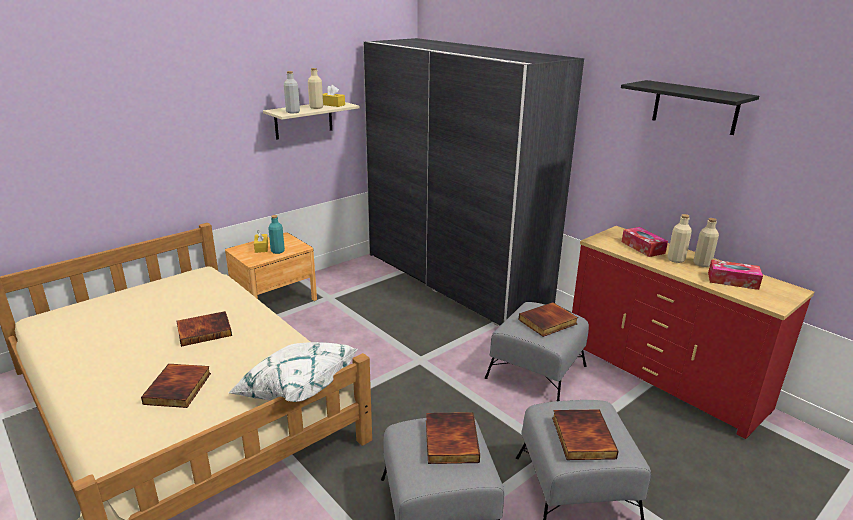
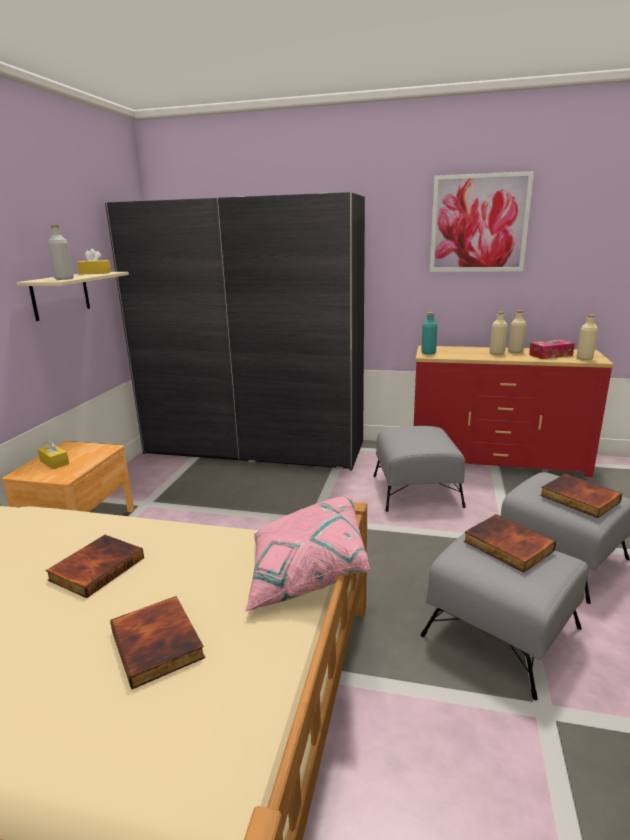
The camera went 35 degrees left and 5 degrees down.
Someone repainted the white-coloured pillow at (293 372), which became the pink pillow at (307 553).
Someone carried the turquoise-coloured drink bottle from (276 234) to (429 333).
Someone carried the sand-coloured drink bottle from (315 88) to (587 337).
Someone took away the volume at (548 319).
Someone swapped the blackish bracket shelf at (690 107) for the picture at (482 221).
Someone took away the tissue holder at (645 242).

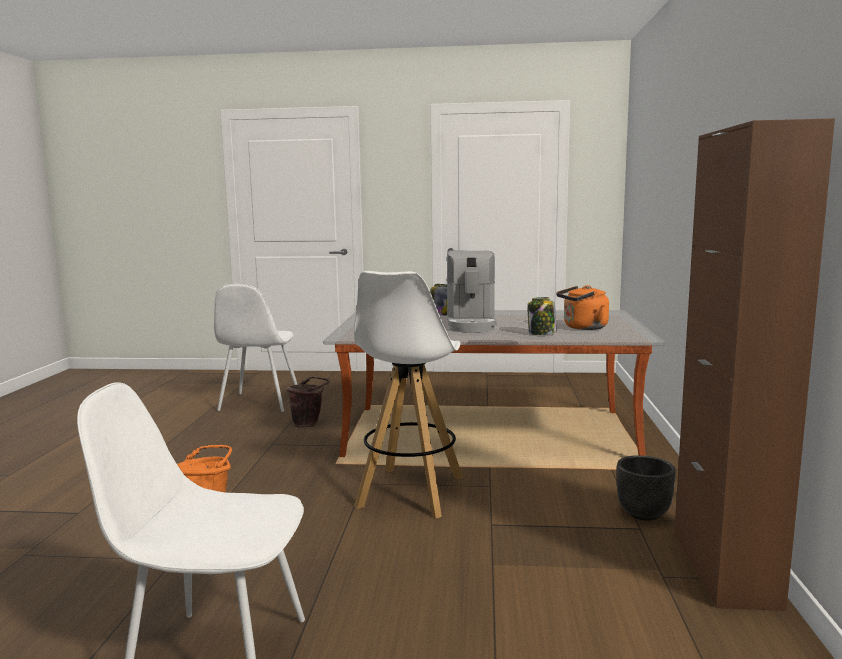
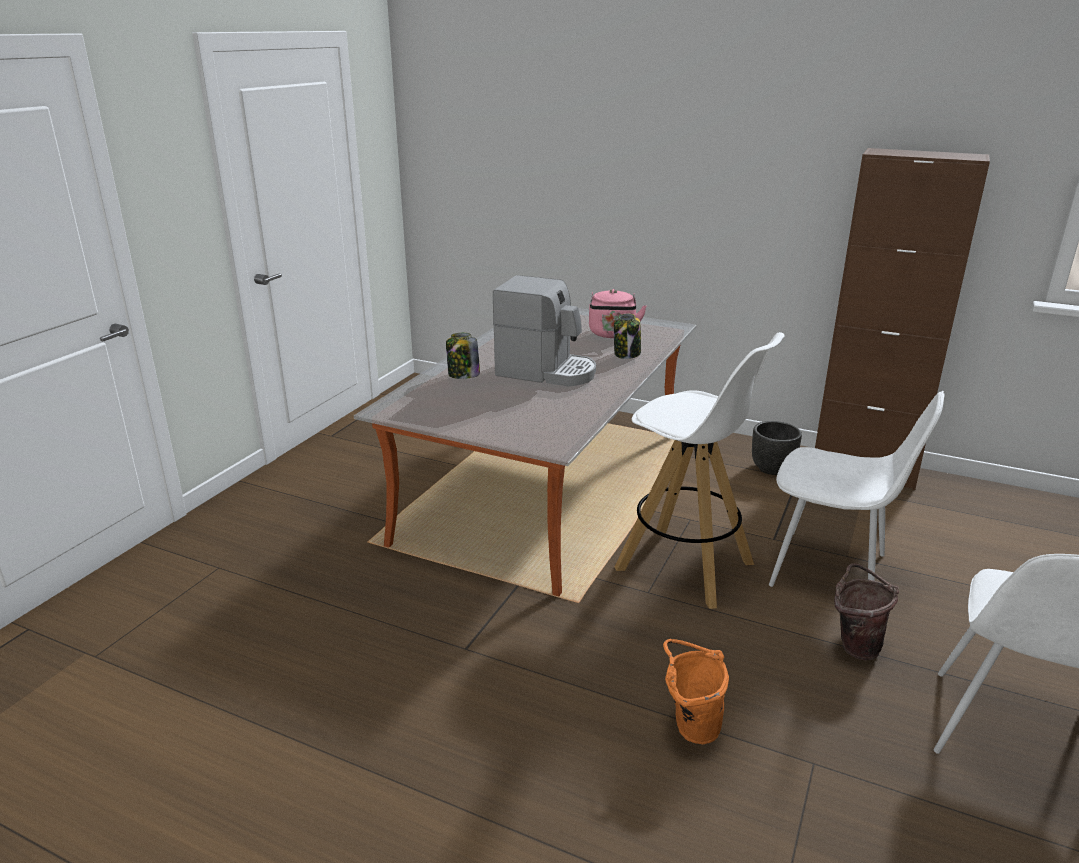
The camera went 70 degrees left and 15 degrees up.
Someone carried the white-coloured plain chair from (256 348) to (857 489).
Someone carried the brown-coloured bucket from (308 402) to (866 612).
Someone repainted the orangey water kettle at (582 307), which became the pink water kettle at (618 313).

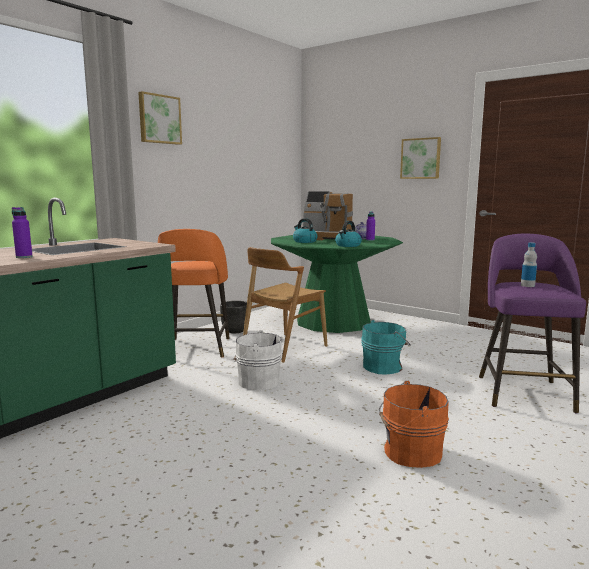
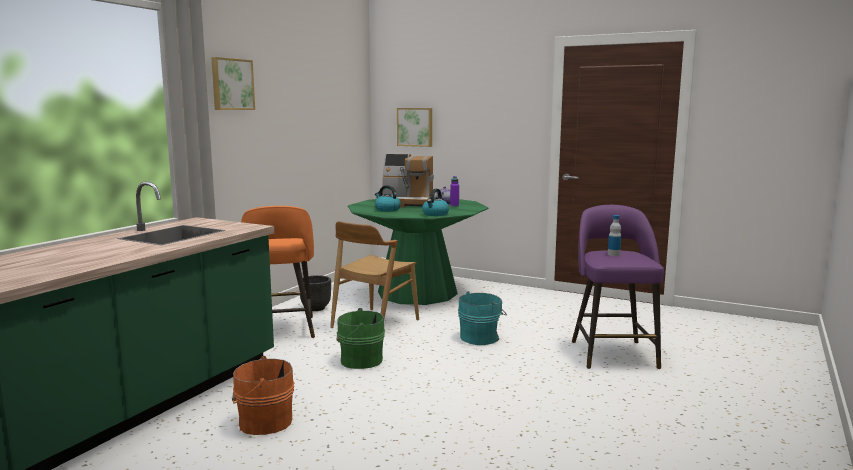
The camera went 10 degrees left and 0 degrees up.
Someone took away the purple drink bottle at (22 232).
Someone repainted the white-coloured bucket at (257 360), which became the greenish bucket at (361 338).
Someone carried the orangey bucket from (414 424) to (263 395).
Someone carried the picture from (420 158) to (414 127).

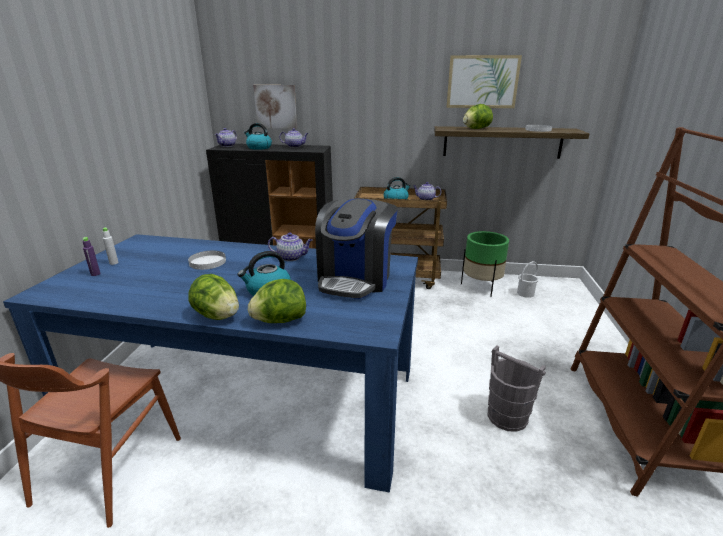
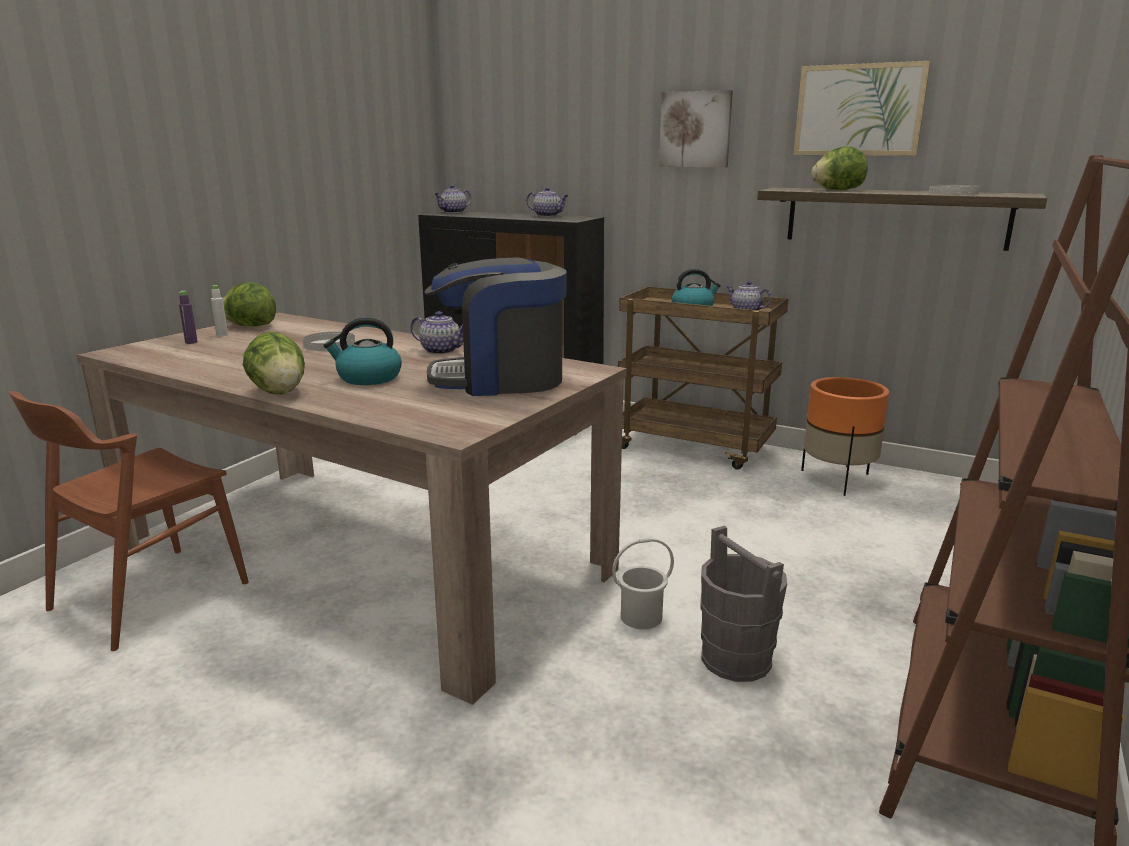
The camera went 20 degrees right and 5 degrees down.
Someone repainted the blue dinner table at (210 363), which became the sand-coloured dinner table at (352 508).
Someone took away the water kettle at (258 136).
Someone carried the lettuce head from (277 301) to (249 304).
Someone carried the picture from (275 107) to (696 129).
Someone rotated the coffee maker at (356 248) by 45 degrees clockwise.
Someone repainted the greenish plant pot at (485 264), which became the orangey plant pot at (845 436).
Someone carried the white-coloured bucket from (528 279) to (643 583).

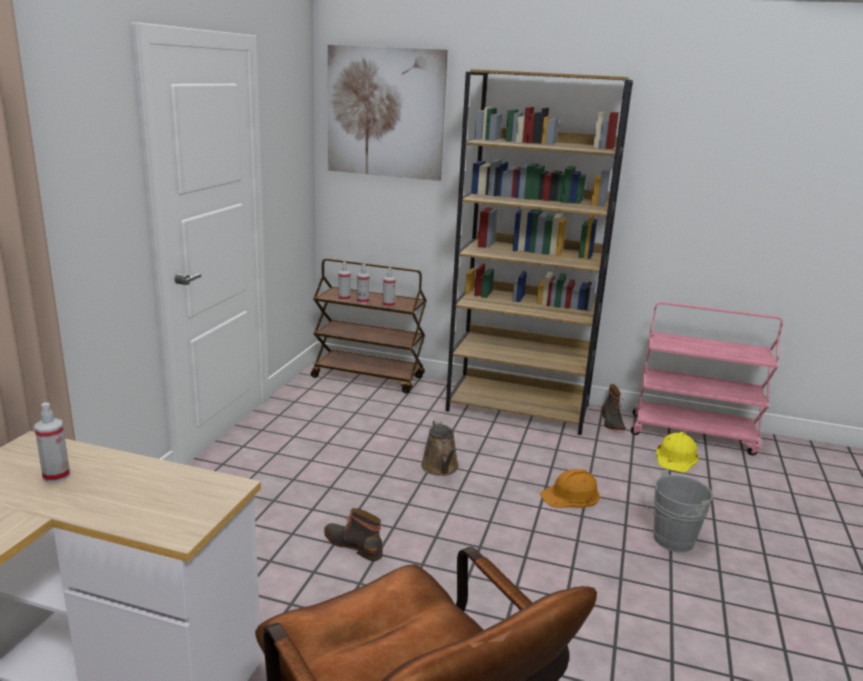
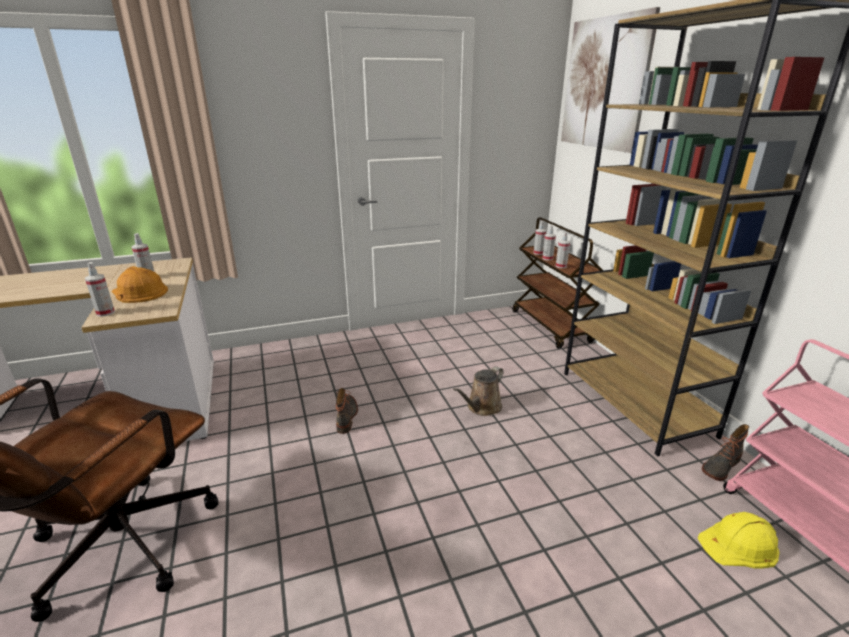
The camera went 55 degrees right and 5 degrees up.
Someone carried the orangey hard hat from (570 488) to (139 284).
Someone took away the greyish bucket at (677 511).
Someone put down the spray bottle at (100 289).

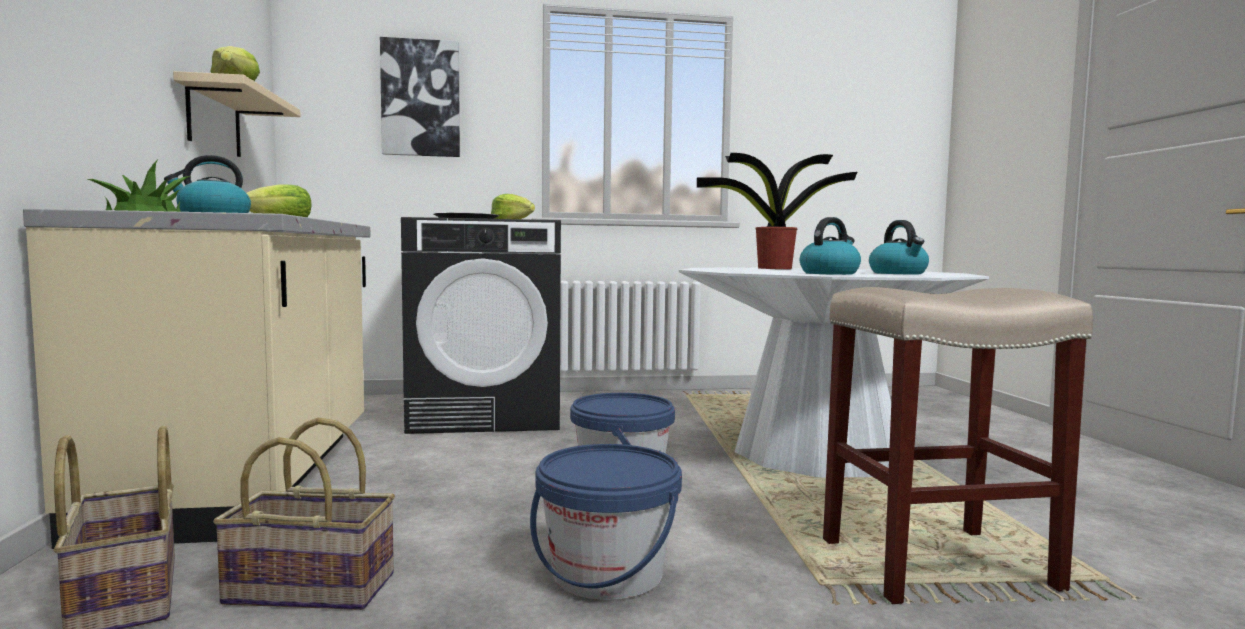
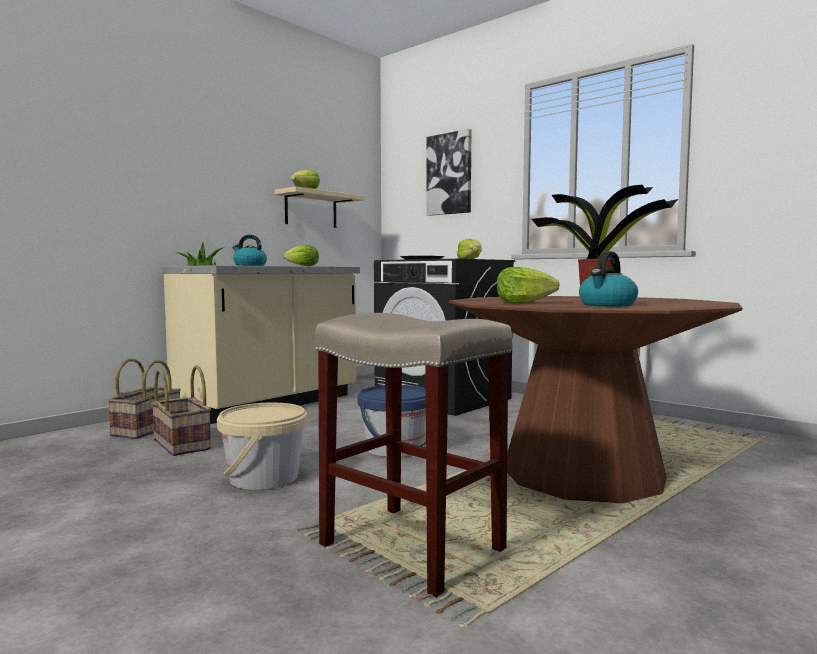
The camera went 50 degrees right and 0 degrees up.
Someone repainted the blue bucket at (606 522), which became the sand-coloured bucket at (262 446).
Someone repainted the white-coloured dinner table at (834 372), which became the brown-coloured dinner table at (595 399).
Someone swapped the water kettle at (830 246) for the lettuce head at (528 285).

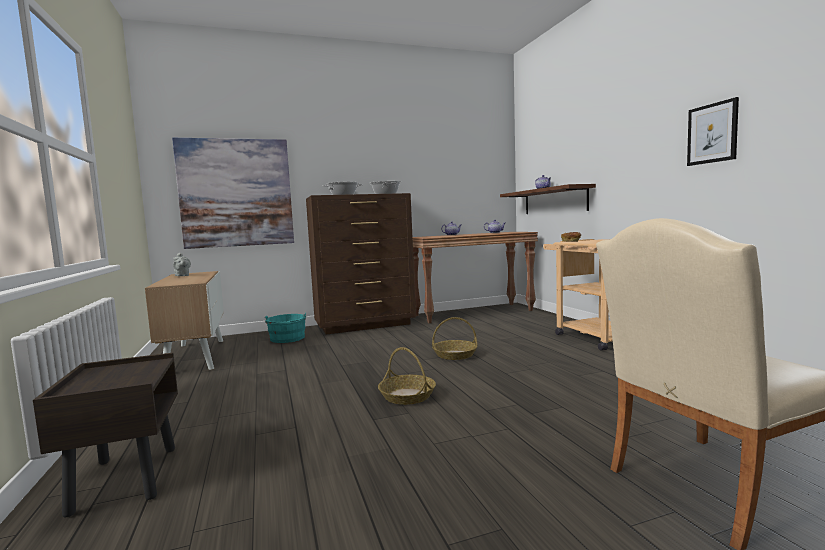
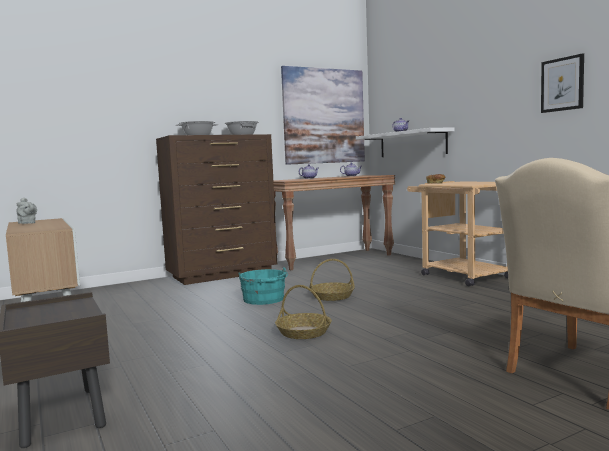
The camera went 10 degrees left and 0 degrees up.
Someone carried the picture from (233 193) to (323 115).
Someone carried the turquoise-coloured bucket from (285 328) to (263 286).
Someone repainted the brown-coloured bracket shelf at (548 199), which became the white-coloured bracket shelf at (405 142).

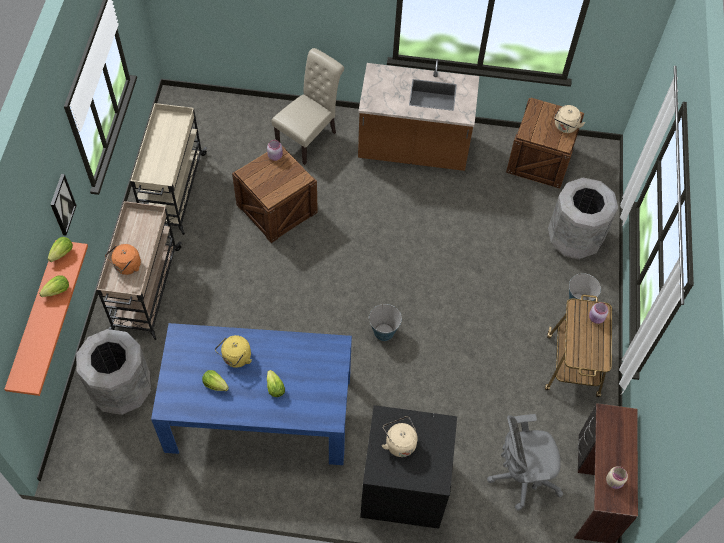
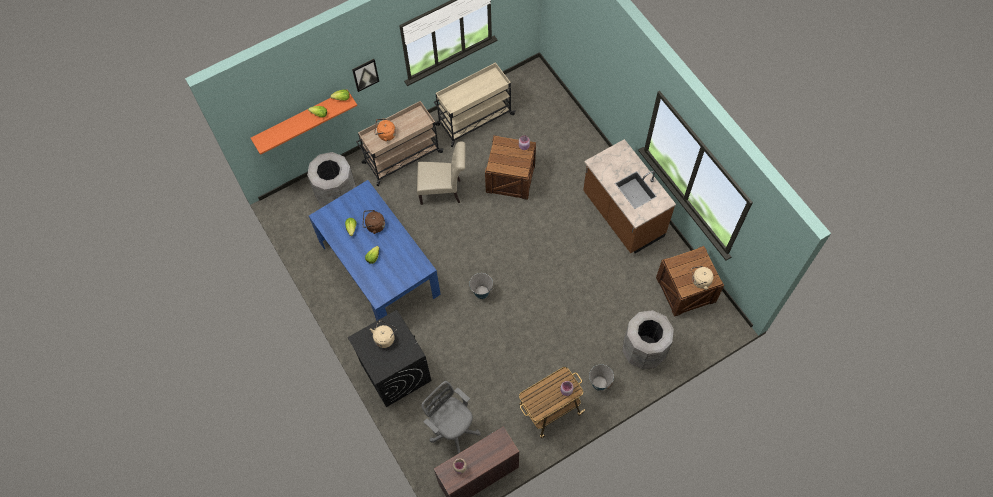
The camera went 55 degrees right and 5 degrees up.
Someone repainted the yellowish water kettle at (233 351), which became the brown-coloured water kettle at (374 222).
Someone carried the sand-coloured plain chair from (308 106) to (441 173).

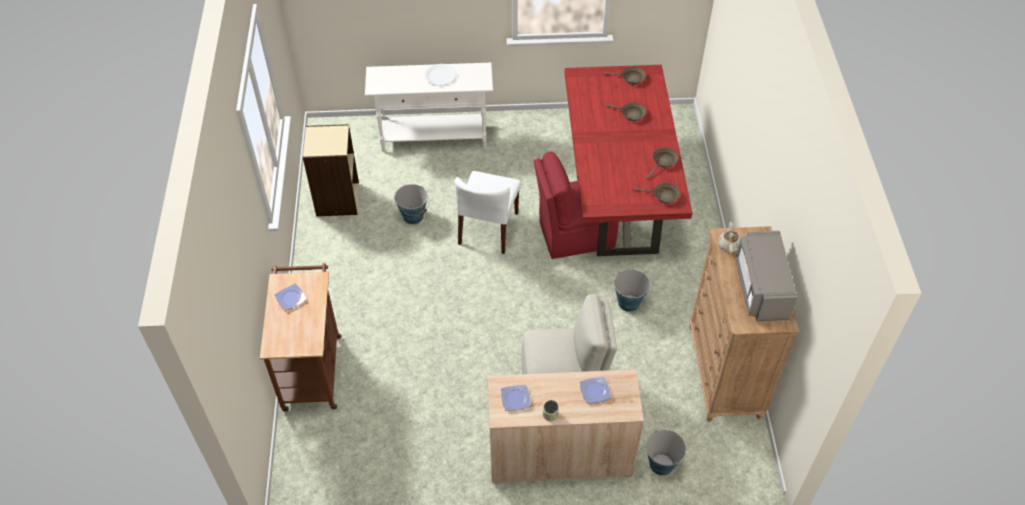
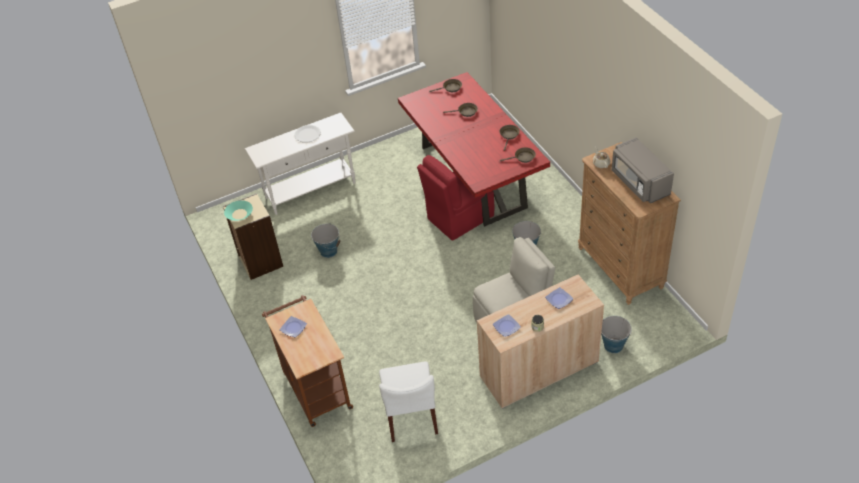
The camera went 20 degrees left and 5 degrees down.
Someone carried the white-coloured plain chair from (488 212) to (408 401).
Someone put down the turquoise-coloured serving bowl at (238 210).

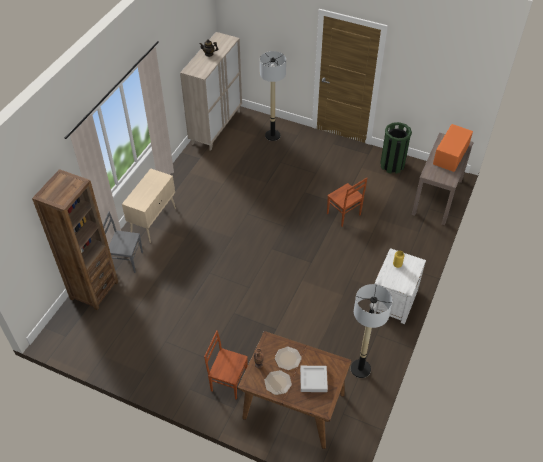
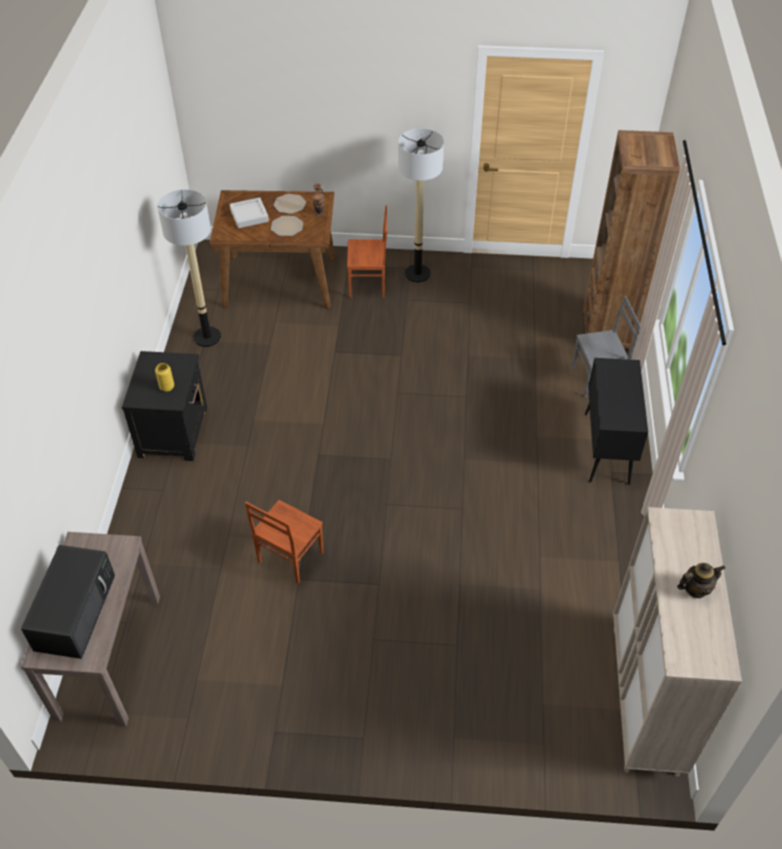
The camera went 160 degrees right and 0 degrees up.
Someone repainted the sand-coloured storage cabinet at (149 206), which became the blackish storage cabinet at (616 421).
Someone carried the floor lamp from (273 96) to (421 205).
Someone rotated the brown-coloured plain chair at (347 202) by 90 degrees counterclockwise.
Someone repainted the white-coloured bedside table at (400 286), which became the blackish bedside table at (164 406).
Someone took away the greenish trash can at (396 147).
Someone repainted the orangey kitchen microwave at (453 148), which became the blackish kitchen microwave at (68 602).

